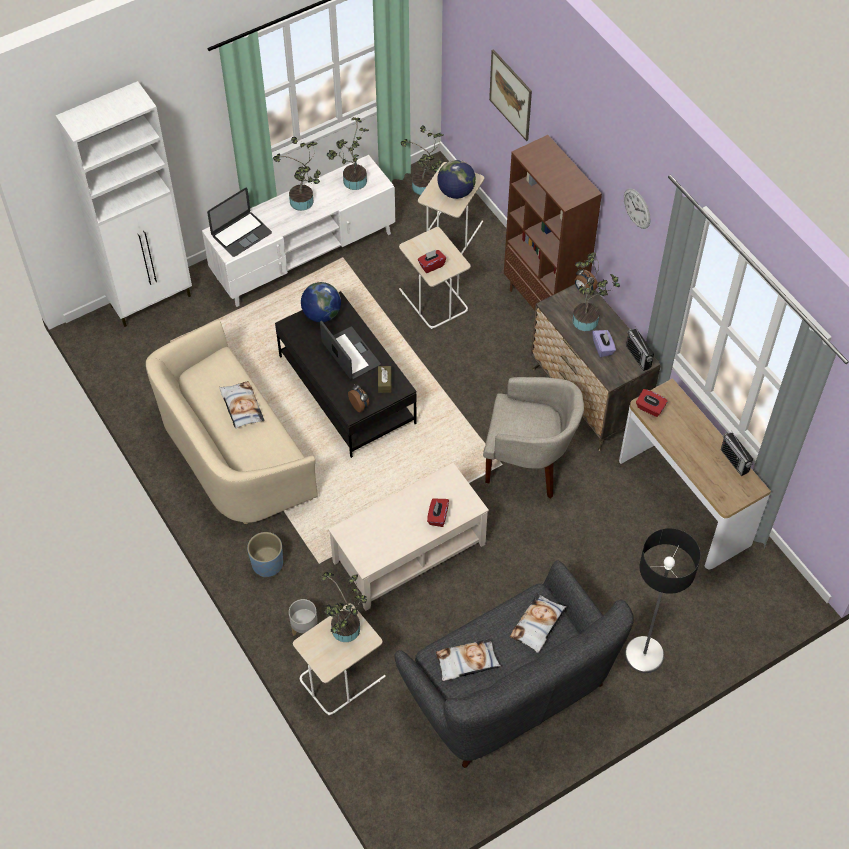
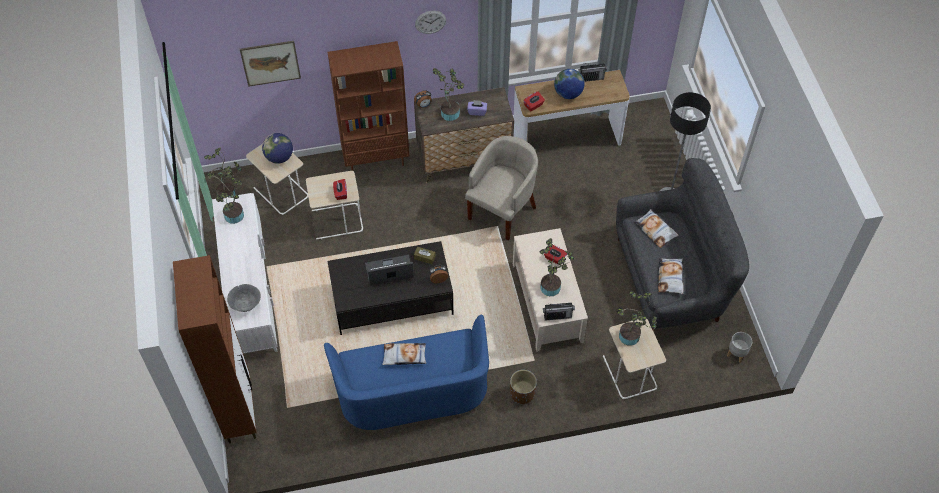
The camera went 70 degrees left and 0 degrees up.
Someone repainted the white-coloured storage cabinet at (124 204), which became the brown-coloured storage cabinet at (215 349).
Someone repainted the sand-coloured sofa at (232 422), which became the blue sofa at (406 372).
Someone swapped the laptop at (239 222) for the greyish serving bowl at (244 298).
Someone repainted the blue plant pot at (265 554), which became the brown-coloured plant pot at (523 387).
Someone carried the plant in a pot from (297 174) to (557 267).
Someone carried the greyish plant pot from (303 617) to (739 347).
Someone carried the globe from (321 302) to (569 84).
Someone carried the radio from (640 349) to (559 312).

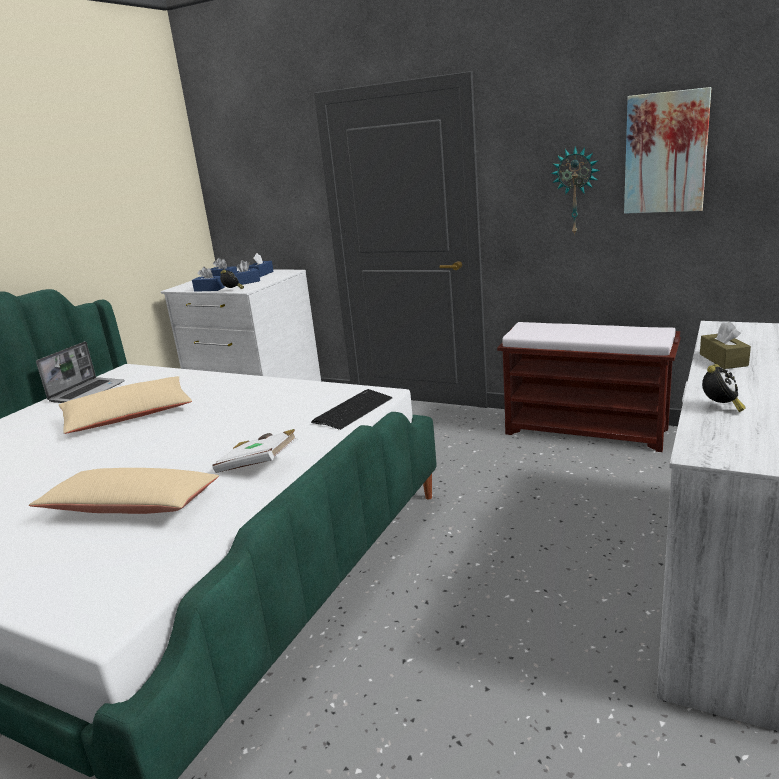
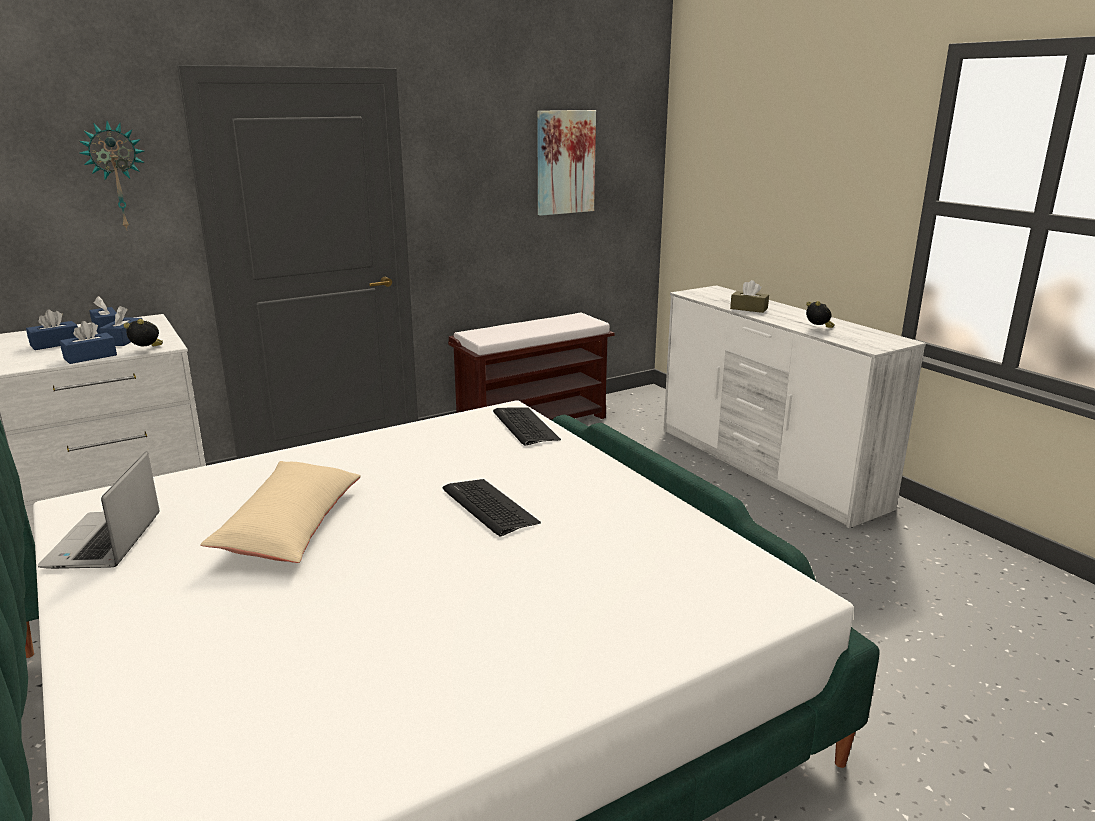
The camera went 60 degrees left and 0 degrees up.
Someone took away the sand-coloured pillow at (124 491).
Someone rotated the laptop at (80 372) by 150 degrees counterclockwise.
Someone took away the white-coloured volume at (255 451).
Someone carried the clock on the wall from (575 191) to (112 175).
Someone put down the keyboard at (492 508).

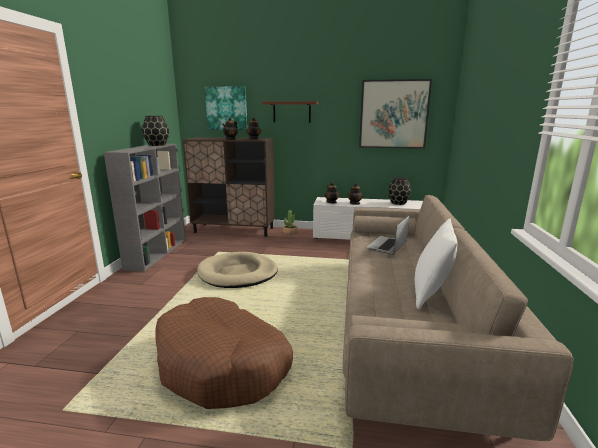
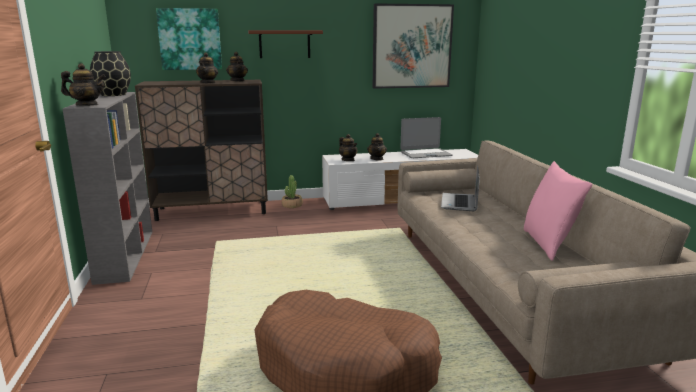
The camera went 20 degrees left and 0 degrees up.
Someone took away the sand-coloured dog cushion at (237 270).
Someone swapped the blackish decorative vase at (399 191) for the laptop at (426 137).
Someone repainted the white-coloured pillow at (436 263), which became the pink pillow at (558 211).
Someone put down the pot for tea at (83 84).

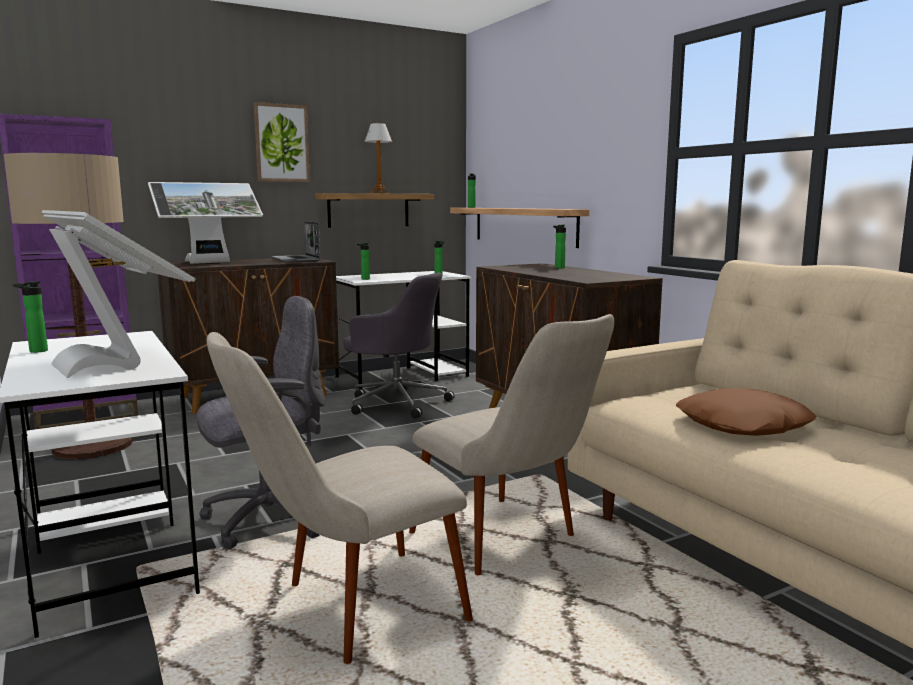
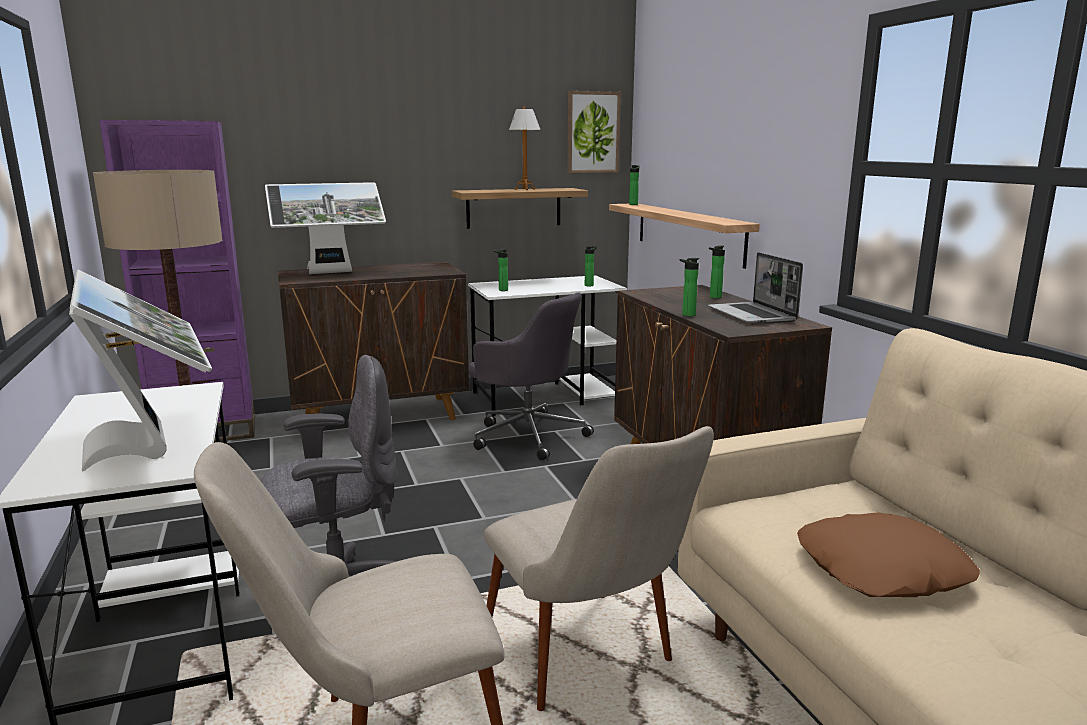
The camera went 10 degrees right and 5 degrees up.
Someone carried the drink bottle from (30 317) to (689 287).
Someone carried the picture from (282 142) to (594 132).
Someone carried the laptop from (296 241) to (755 288).

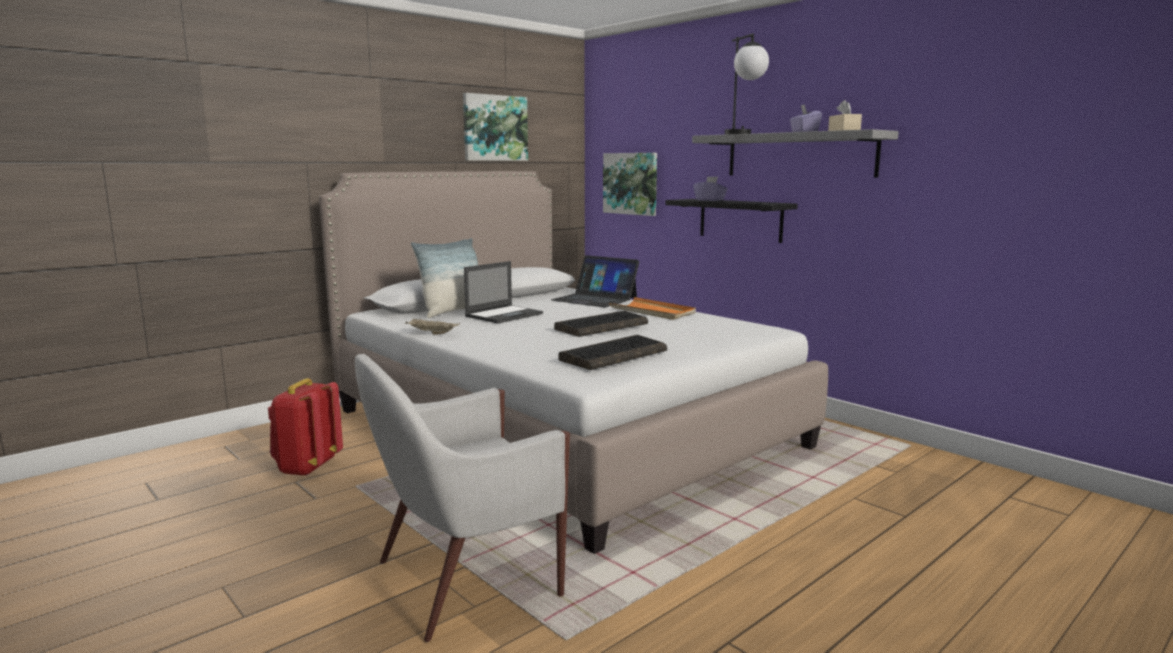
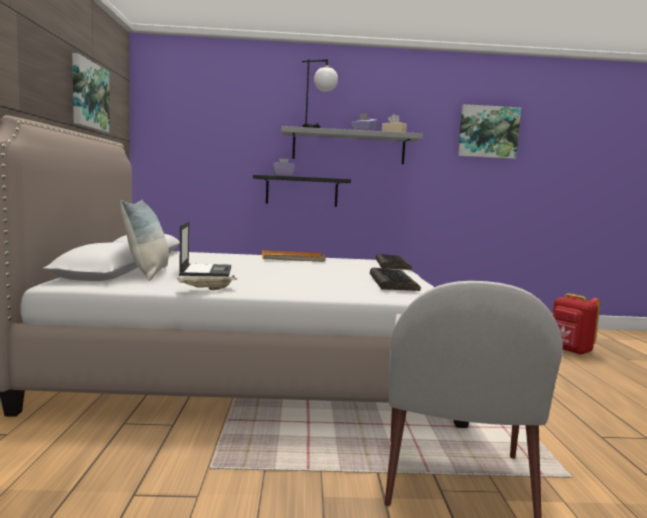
The camera went 50 degrees left and 5 degrees down.
Someone carried the red-coloured rucksack from (305 427) to (577 324).
Someone took away the laptop at (595 281).
Someone carried the keyboard from (601 324) to (394 262).
Someone carried the picture from (630 184) to (489 131).

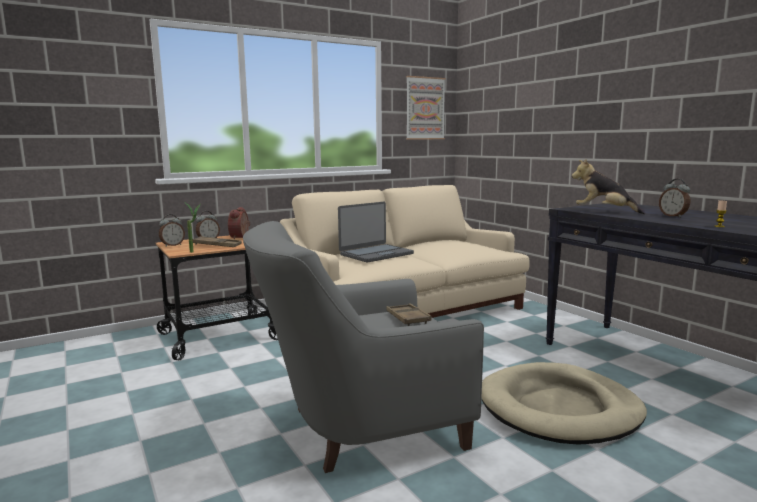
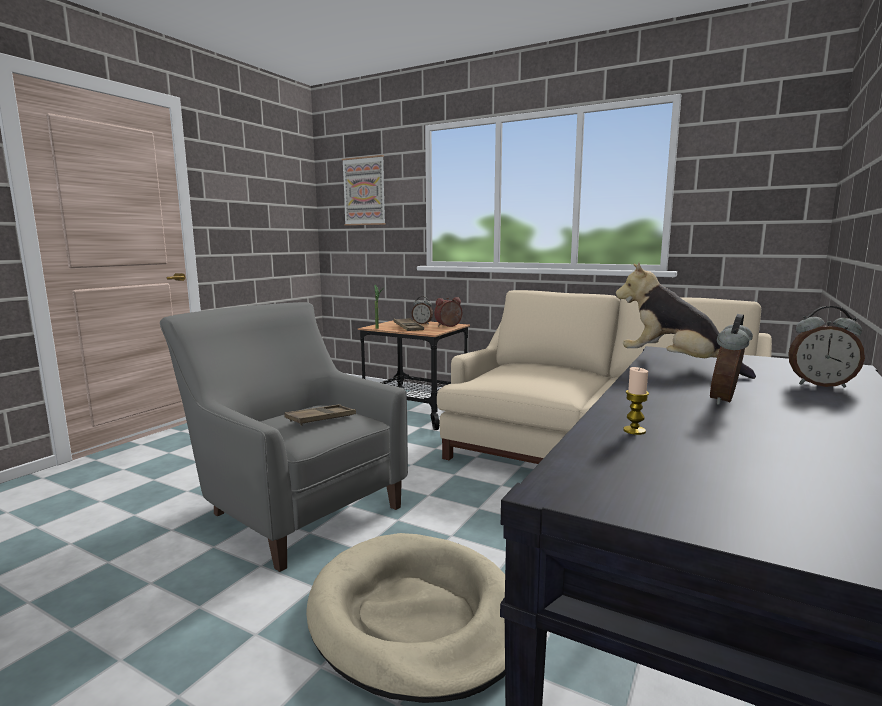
The camera went 60 degrees right and 0 degrees up.
Someone carried the bedside clock from (172 230) to (826 347).
Someone took away the laptop at (376 232).
Someone carried the picture from (426 108) to (364 190).
Someone rotated the cuddly toy at (608 186) by 45 degrees counterclockwise.

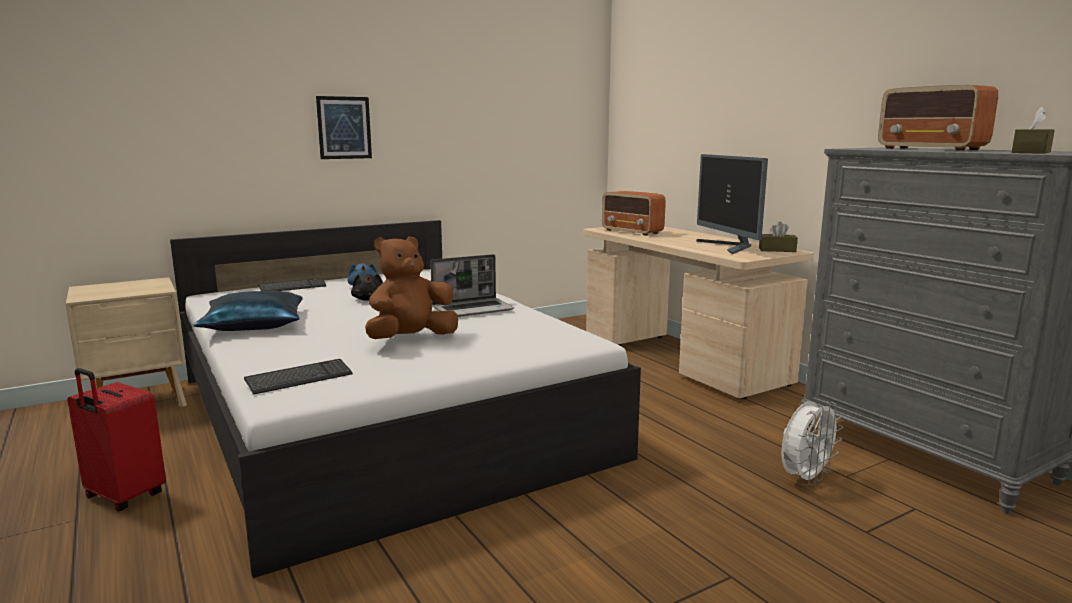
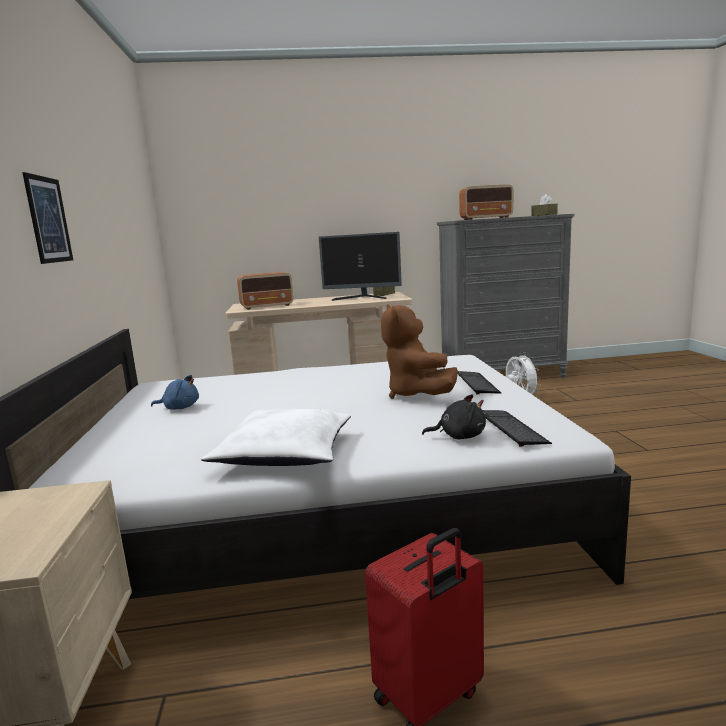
The camera went 65 degrees left and 0 degrees up.
Someone repainted the blue pillow at (248 311), which became the white-coloured pillow at (276 437).
Someone carried the keyboard from (292 284) to (479 383).
Someone carried the blackish cuddly toy from (367 287) to (454 417).
Someone took away the laptop at (472 285).

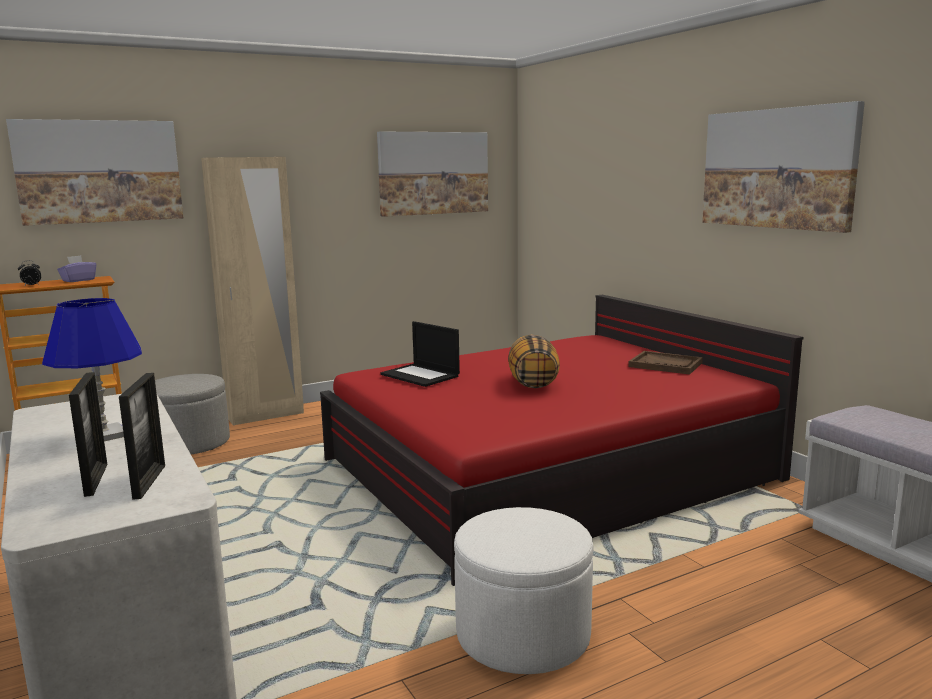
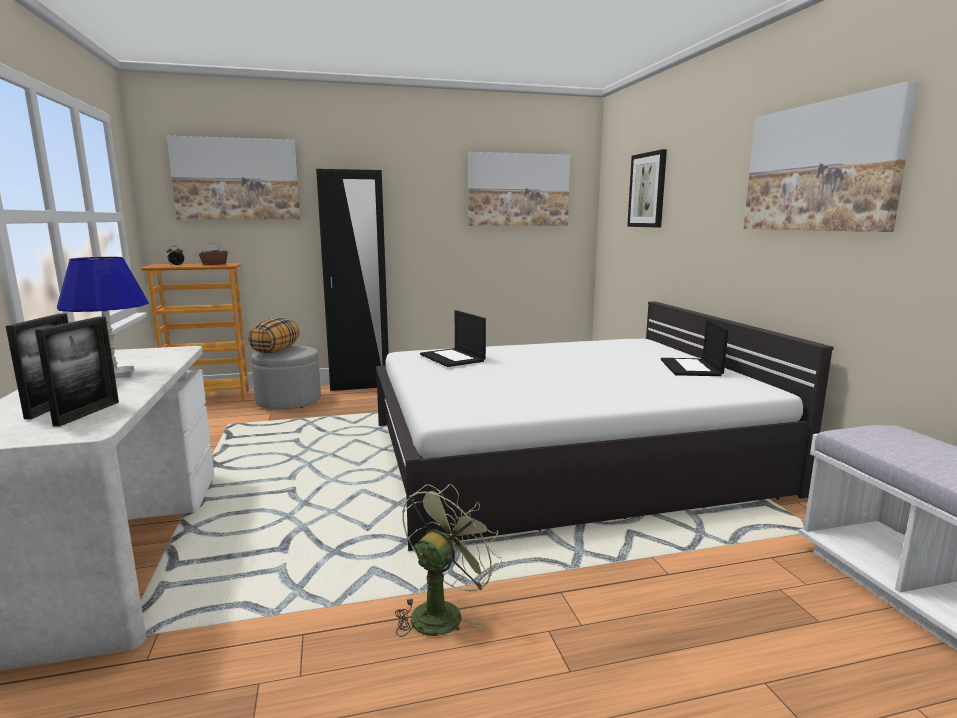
The camera went 15 degrees right and 0 degrees up.
Someone repainted the purple tissue holder at (76 268), which became the brown-coloured tissue holder at (213 255).
Someone repainted the sand-coloured wardrobe at (252 291), which became the blackish wardrobe at (352 280).
Someone repainted the red-coloured bed at (562 440), which became the white-coloured bed at (605 426).
Someone swapped the white-coloured pouffe at (523 590) for the greenish fan at (448 560).
Someone carried the pillow from (534 361) to (273 336).
Someone swapped the brown-coloured tray at (665 363) for the laptop at (694 347).
Someone put up the picture at (647 188).

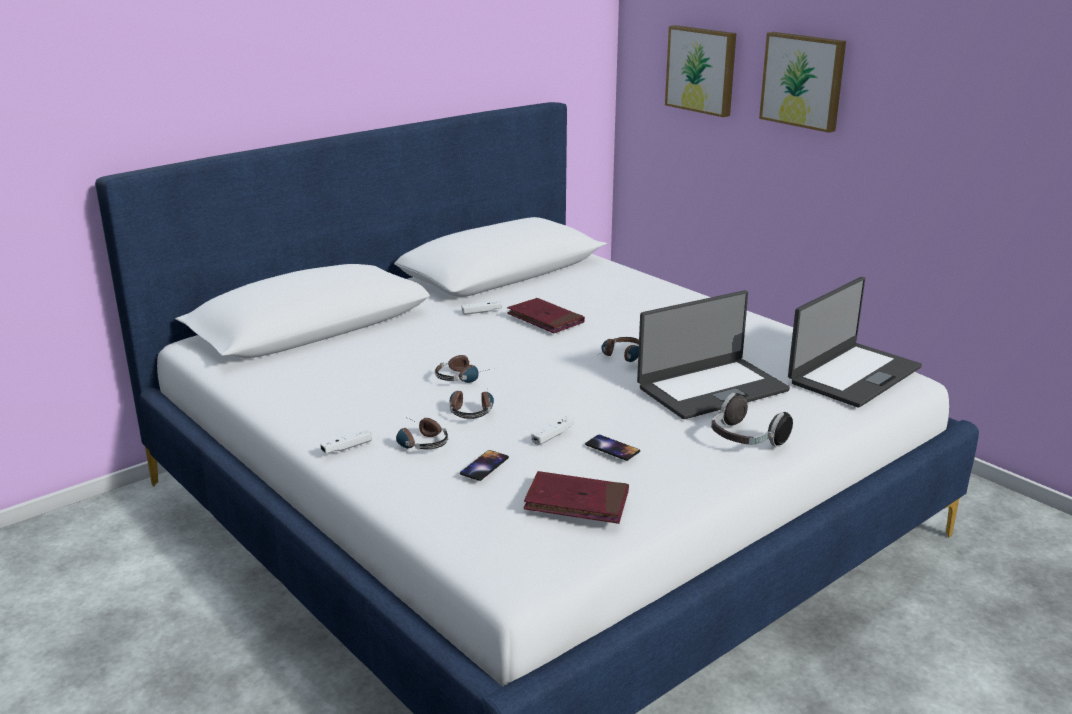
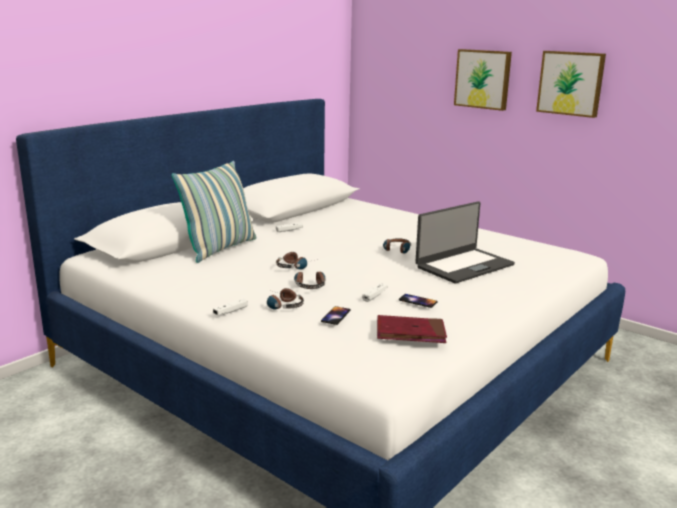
The camera went 10 degrees left and 5 degrees down.
Someone took away the red-coloured volume at (546 315).
Someone carried the picture from (700 71) to (571 84).
Someone took away the headphones at (752 420).
Someone took away the laptop at (855 342).
Someone put down the pillow at (214 212).

